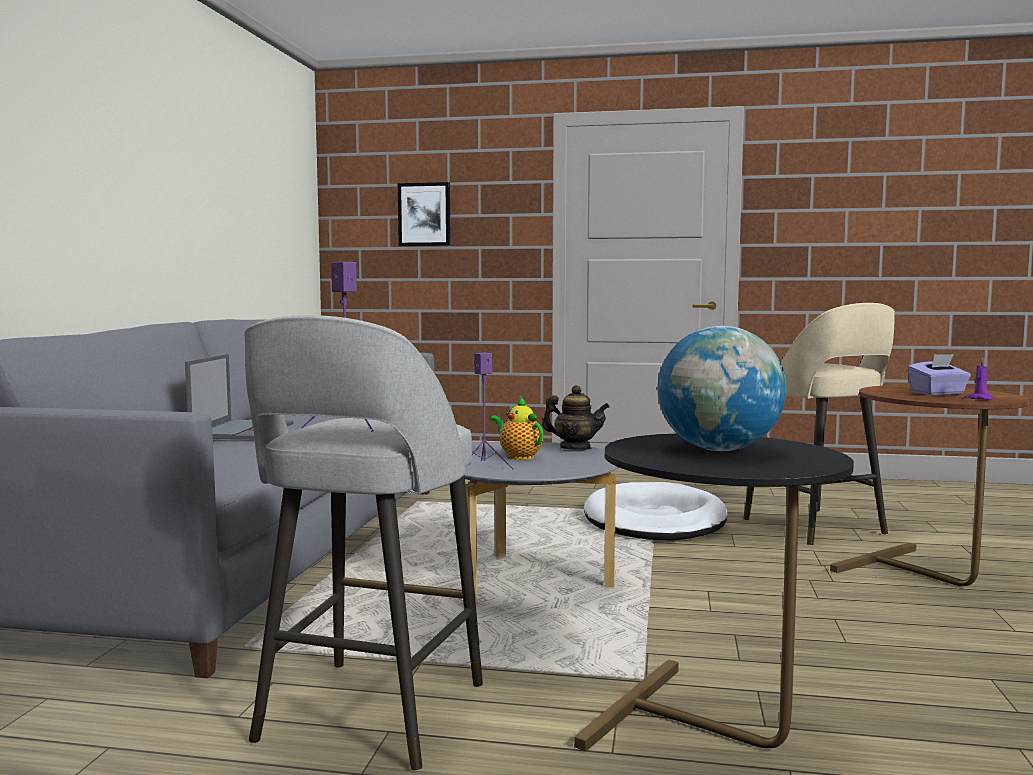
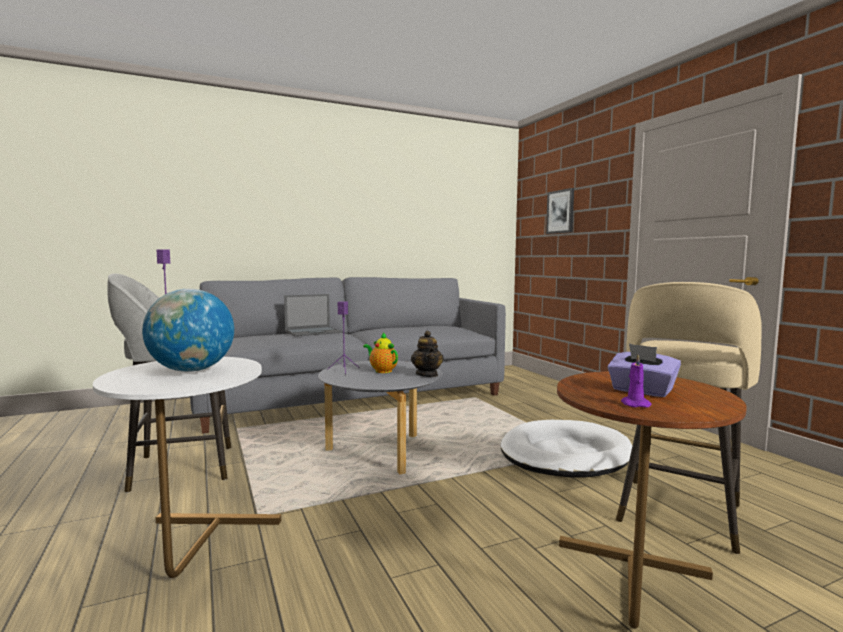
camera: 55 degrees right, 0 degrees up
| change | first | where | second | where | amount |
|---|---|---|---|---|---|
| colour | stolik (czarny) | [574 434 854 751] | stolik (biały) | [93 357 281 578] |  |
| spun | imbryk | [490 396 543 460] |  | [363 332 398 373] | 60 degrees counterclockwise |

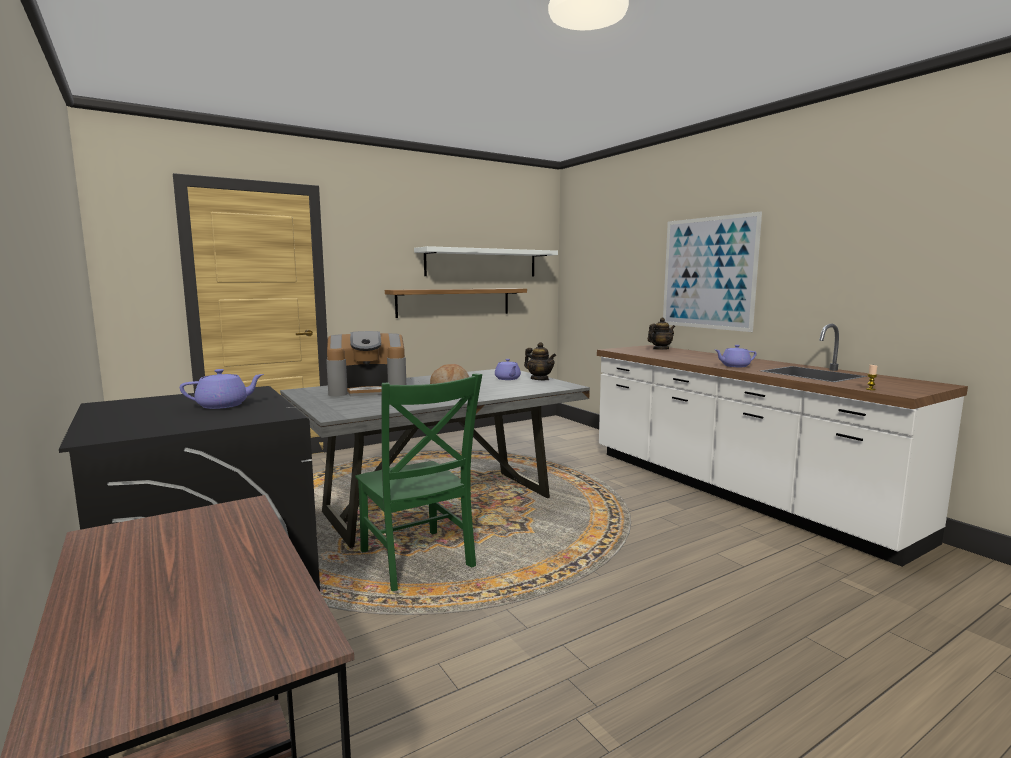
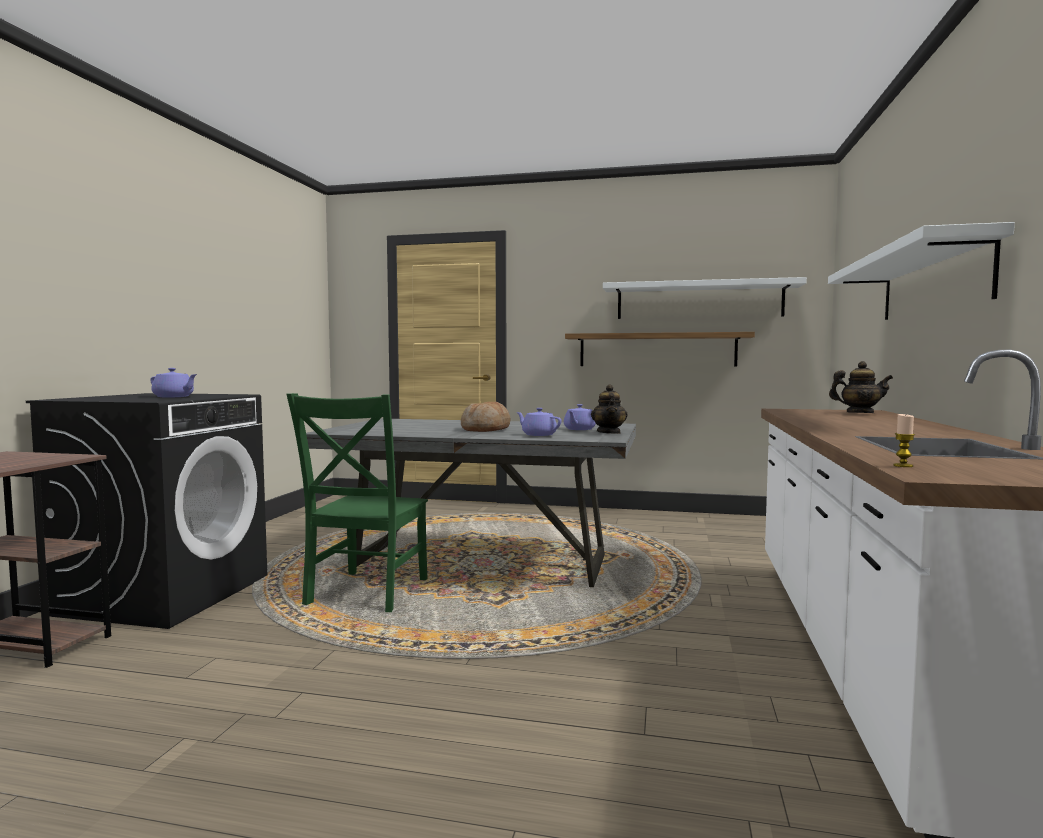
camera: 45 degrees right, 5 degrees down
| change | first | where | second | where | amount |
|---|---|---|---|---|---|
| missing | ekspres do kawy | [326 331 406 396] |  |  |  |
| relocated | imbryk (fioletowy) | [715 345 757 367] |  | [516 408 561 436] |  |
| exchanged | obraz | [663 212 762 332] | półka (biały) | [828 222 1015 320] |  |

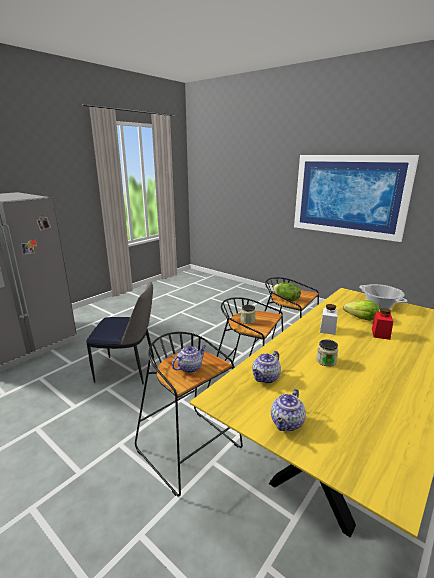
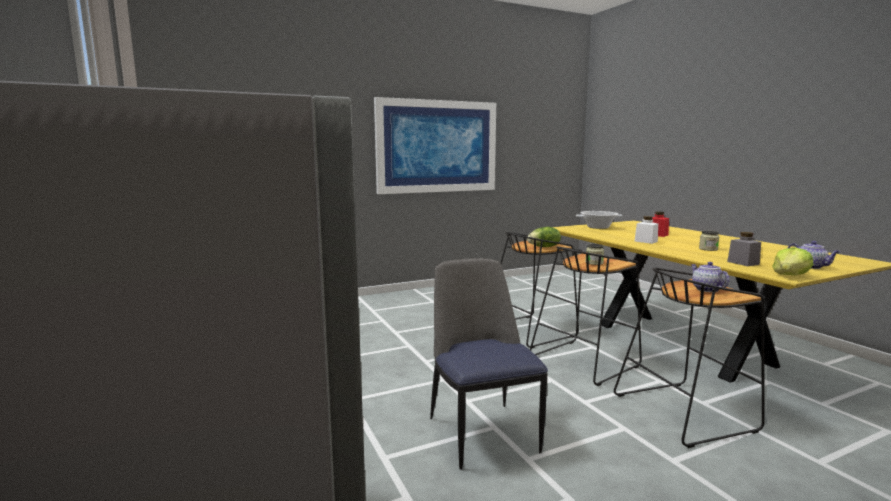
camera: 65 degrees left, 10 degrees down
| change | first | where | second | where | amount |
|---|---|---|---|---|---|
| relocated | sałata | [343 300 379 321] |  | [772 248 813 275] |  |
| exchanged | imbryk | [252 351 281 383] | słoik (szary) | [727 232 761 266] |  |
| spun | krzesło | [86 281 154 385] |  | [430 258 548 470] | 45 degrees counterclockwise |

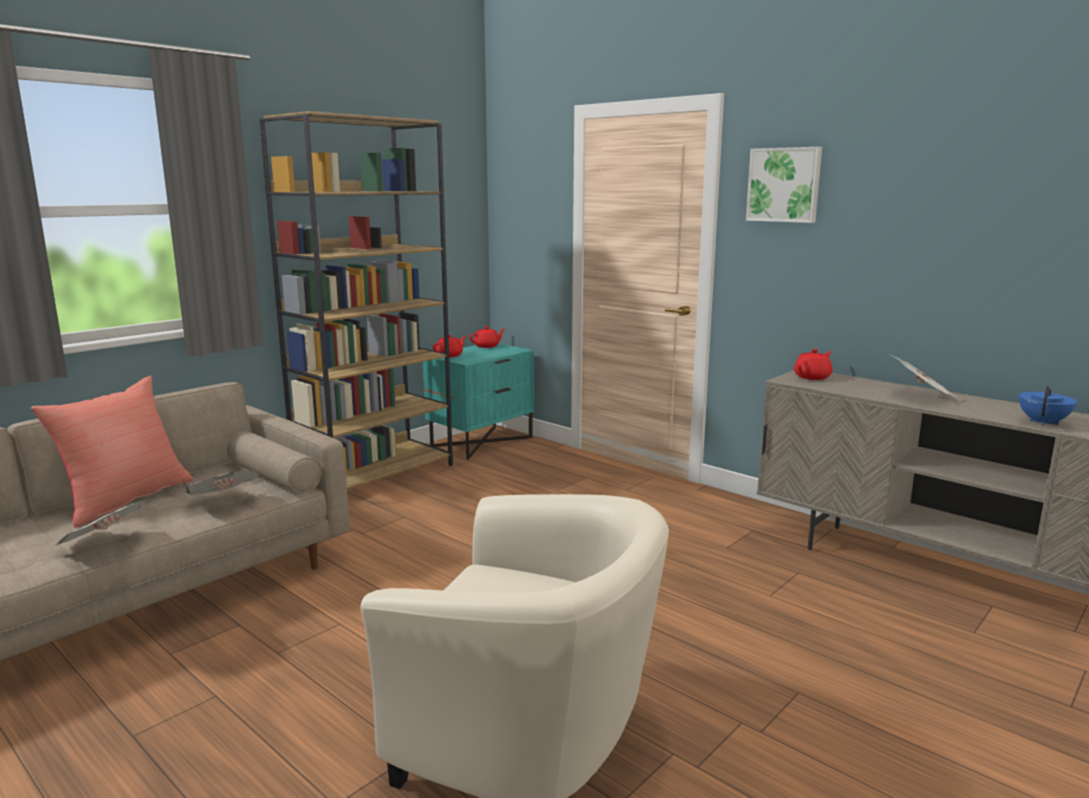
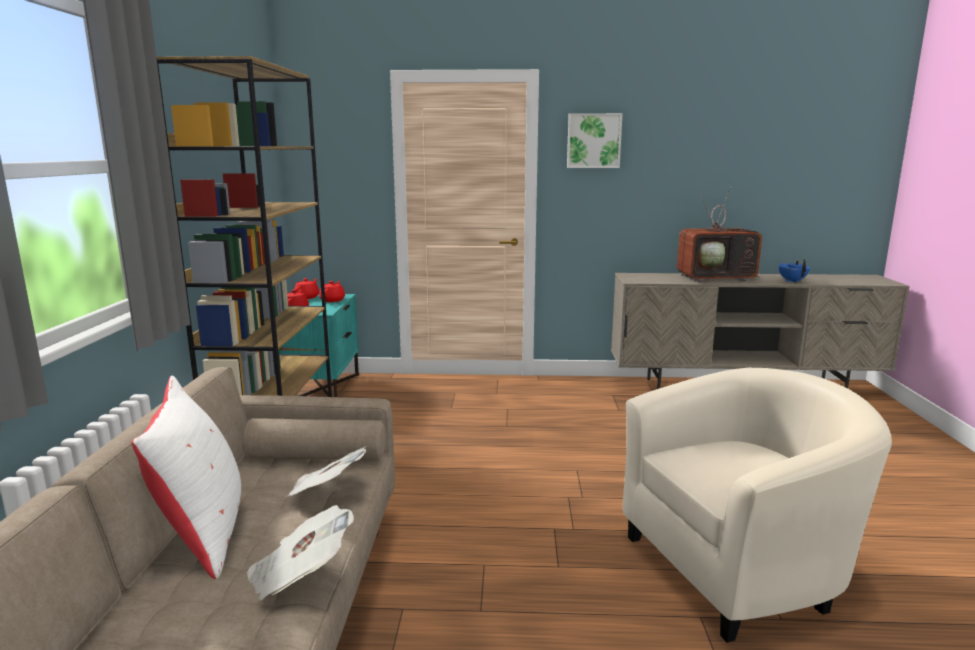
camera: 40 degrees left, 0 degrees up
| change | first | where | second | where | amount |
|---|---|---|---|---|---|
| relocated | imbryk (czerwony) | [794 349 833 380] |  | [319 281 345 302] |  |
| exchanged | gazeta | [891 355 966 402] | telewizor | [677 186 762 282] |  |
| colour | poduszka (czerwony) | [31 376 193 528] | poduszka (biały) | [131 376 241 579] |  |

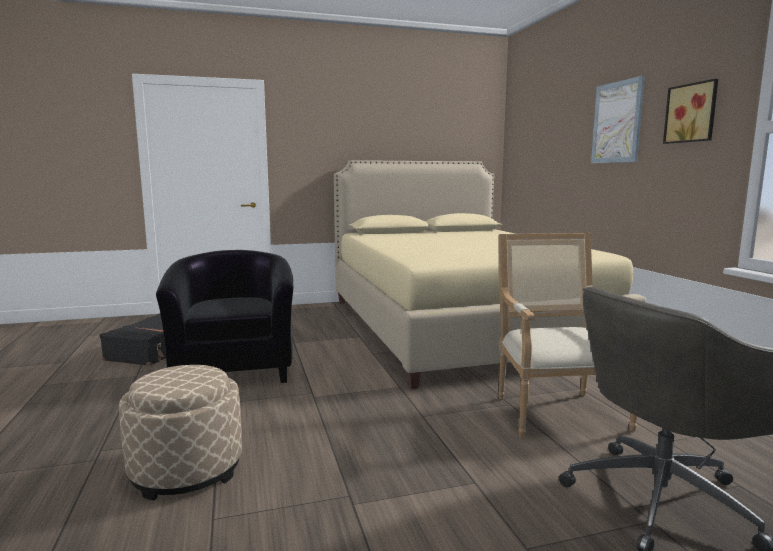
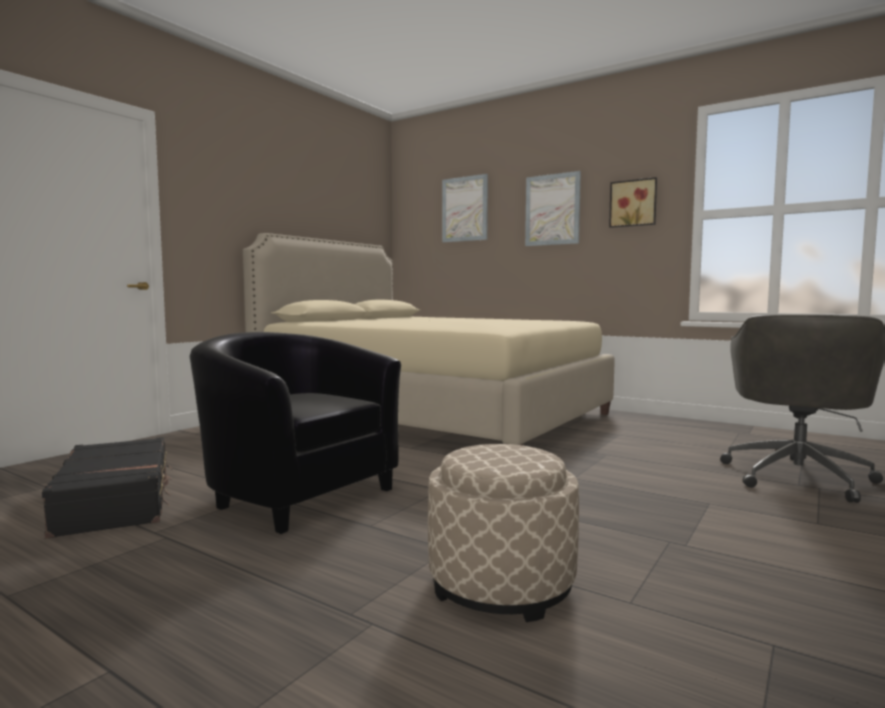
camera: 40 degrees left, 5 degrees down
| change | first | where | second | where | amount |
|---|---|---|---|---|---|
| missing | fotel | [498 233 637 438] |  |  |  |
| appeared |  |  | obraz | [442 174 488 242] |  |

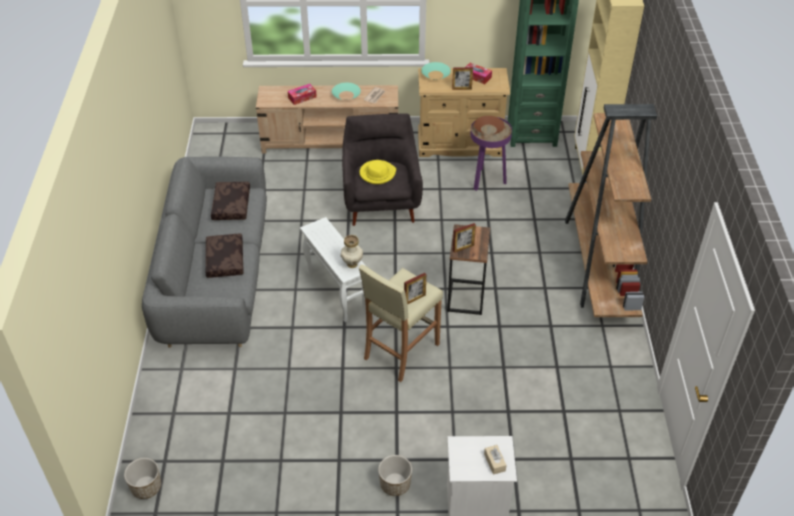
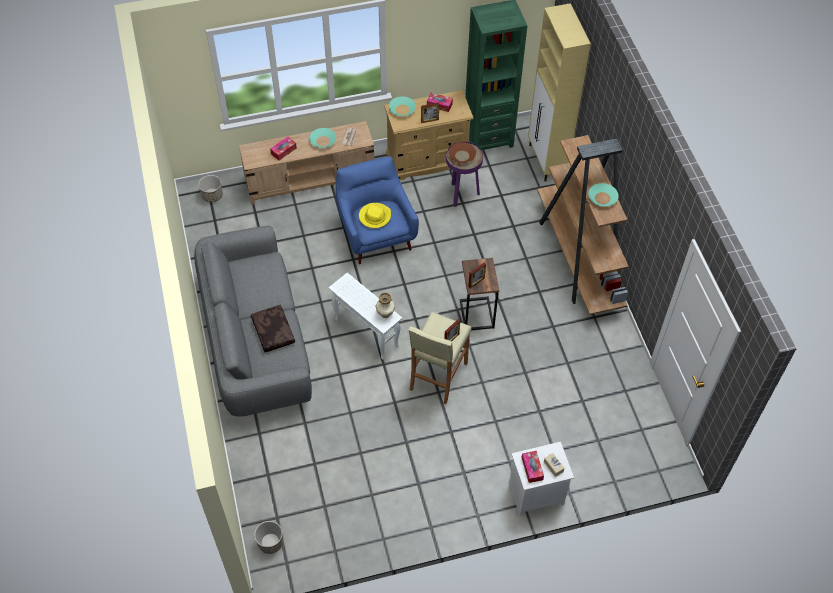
camera: 15 degrees left, 10 degrees up
| change | first | where | second | where | amount |
|---|---|---|---|---|---|
| missing | poduszka (brązowy) | [211 182 250 220] |  |  |  |
| appeared |  |  | pudełko chusteczek | [521 451 544 483] |  |
| appeared |  |  | miska (turkusowy) | [588 183 619 206] |  |
| relocated | donica | [378 455 412 496] |  | [198 175 223 202] |  |
| colour | fotel (szary) | [342 114 423 226] | fotel (niebieski) | [335 156 419 264] |  |

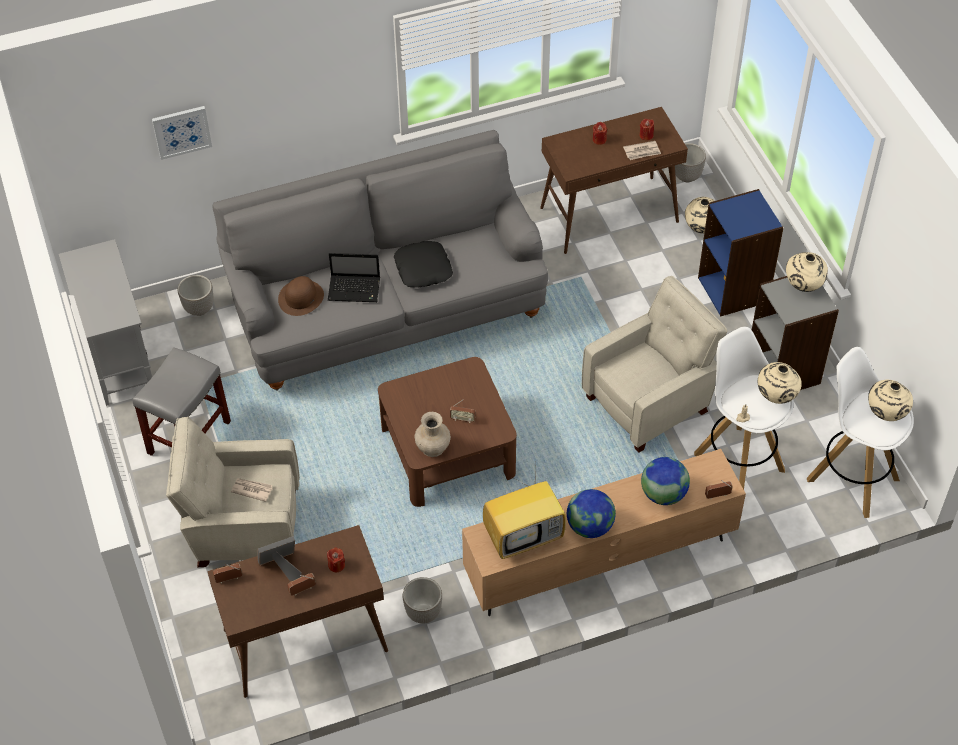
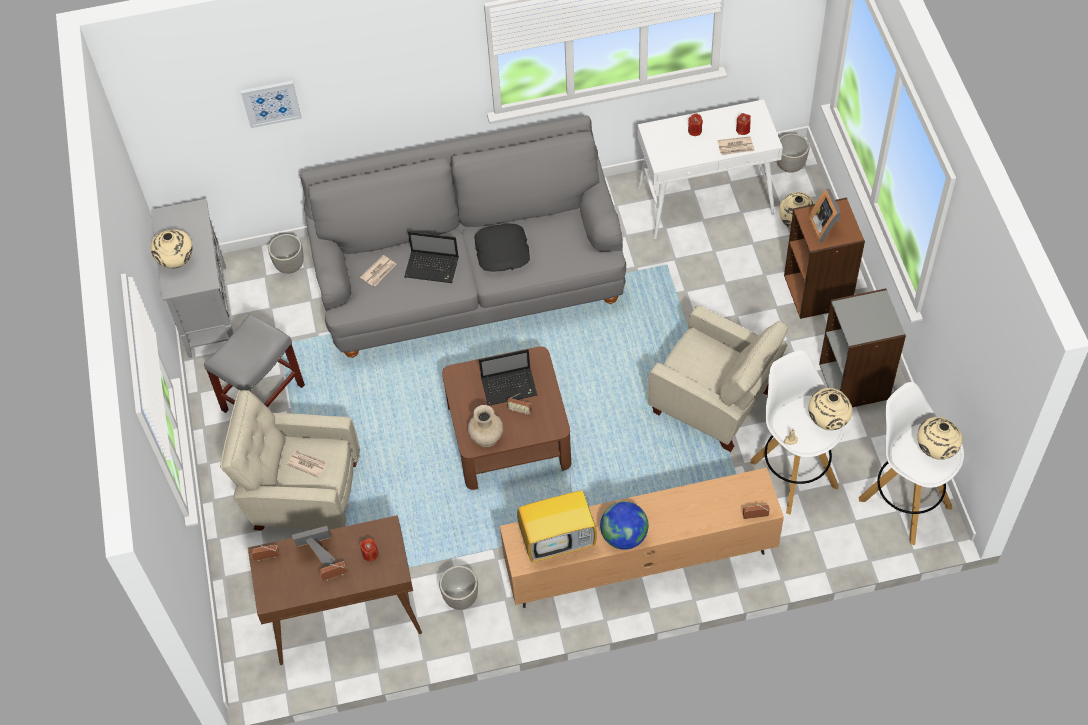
camera: 10 degrees right, 5 degrees up
| change | first | where | second | where | amount |
|---|---|---|---|---|---|
| missing | globus | [641 457 690 505] |  |  |  |
| appeared |  |  | laptop | [479 349 537 406] |  |
| appeared |  |  | ramka na zdjęcie | [808 189 841 243] |  |
| relocated | wazon (beżowy) | [786 252 828 292] |  | [150 229 193 268] |  |
| exchanged | kapelusz (brązowy) | [278 276 324 316] | gazeta | [360 255 397 286] |  |
| colour | stolik konsolowy (brązowy) | [540 107 688 254] | stolik konsolowy (biały) | [637 99 783 239] |  |
| colour | regał (niebieski) | [698 189 783 316] | regał (brązowy) | [784 197 865 319] |  |
| spun | fotel (beżowy) | [582 276 727 453] |  | [648 305 788 452] | 60 degrees clockwise |

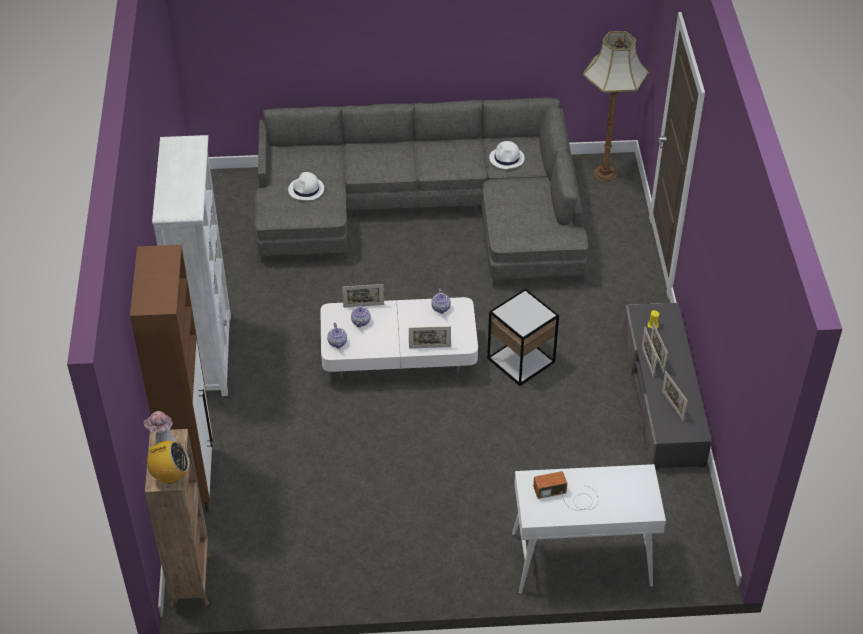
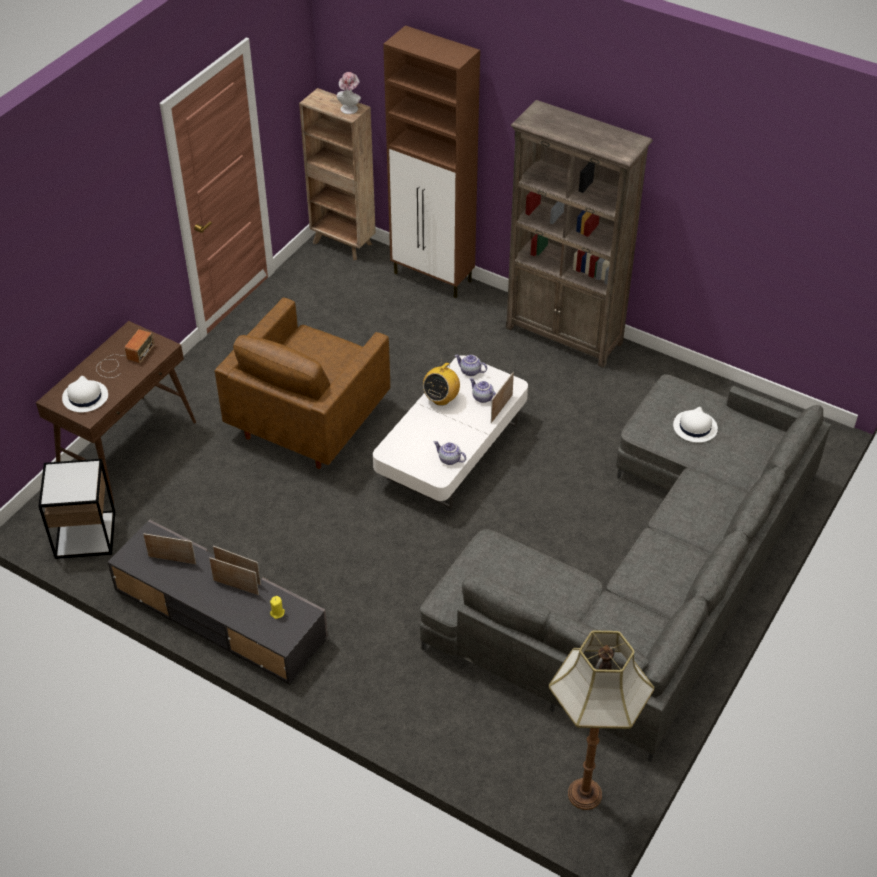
camera: 125 degrees right, 0 degrees up
| change | first | where | second | where | amount |
|---|---|---|---|---|---|
| missing | ramka na zdjęcie | [409 326 451 348] |  |  |  |
| appeared |  |  | fotel (brązowy) | [215 297 390 469] |  |
| relocated | radio | [143 441 189 484] |  | [423 363 460 406] |  |
| relocated | stolik | [487 289 559 386] |  | [38 459 115 559] |  |
| relocated | kapelusz (biały) | [489 141 525 169] |  | [62 376 108 412] |  |
| colour | regał (biały) | [152 135 231 396] | regał (brązowy) | [506 100 653 368] |  |
| colour | stolik konsolowy (biały) | [512 464 666 593] | stolik konsolowy (brązowy) | [36 321 196 504] |  |

